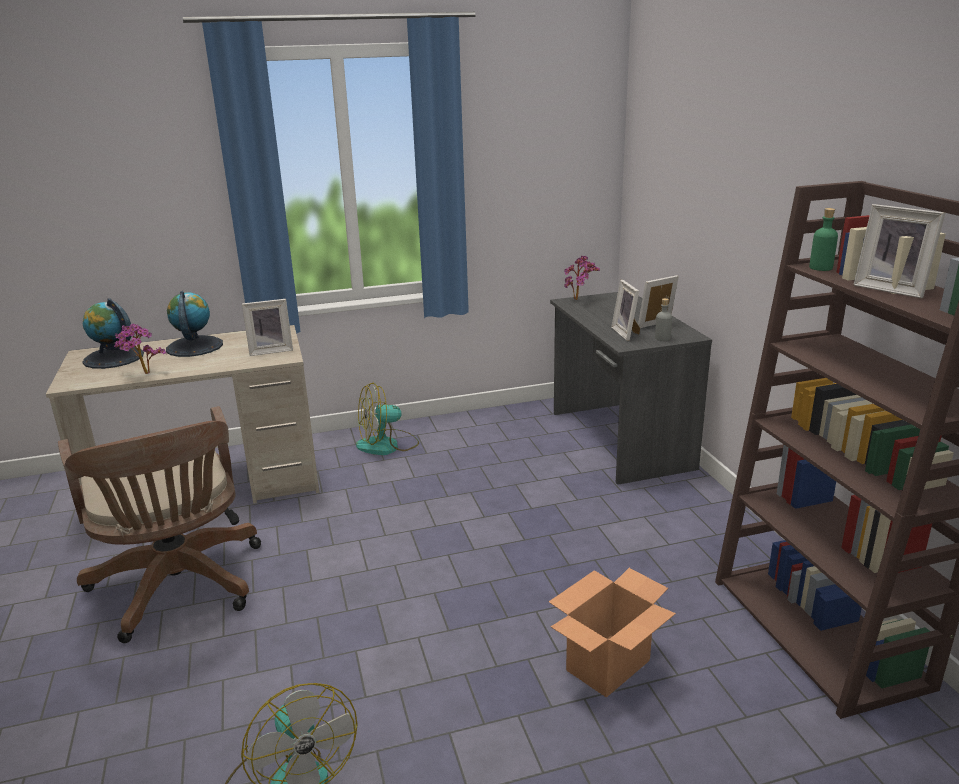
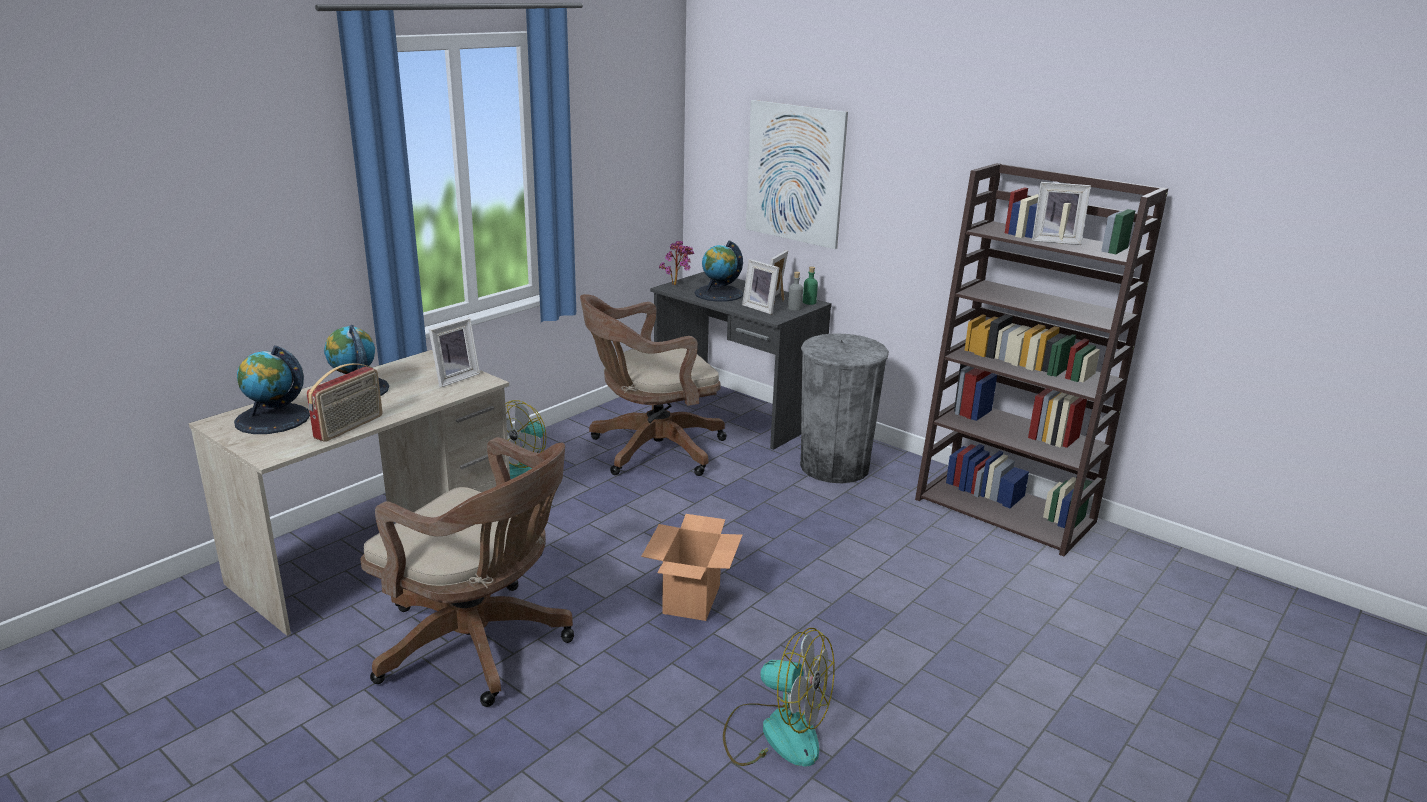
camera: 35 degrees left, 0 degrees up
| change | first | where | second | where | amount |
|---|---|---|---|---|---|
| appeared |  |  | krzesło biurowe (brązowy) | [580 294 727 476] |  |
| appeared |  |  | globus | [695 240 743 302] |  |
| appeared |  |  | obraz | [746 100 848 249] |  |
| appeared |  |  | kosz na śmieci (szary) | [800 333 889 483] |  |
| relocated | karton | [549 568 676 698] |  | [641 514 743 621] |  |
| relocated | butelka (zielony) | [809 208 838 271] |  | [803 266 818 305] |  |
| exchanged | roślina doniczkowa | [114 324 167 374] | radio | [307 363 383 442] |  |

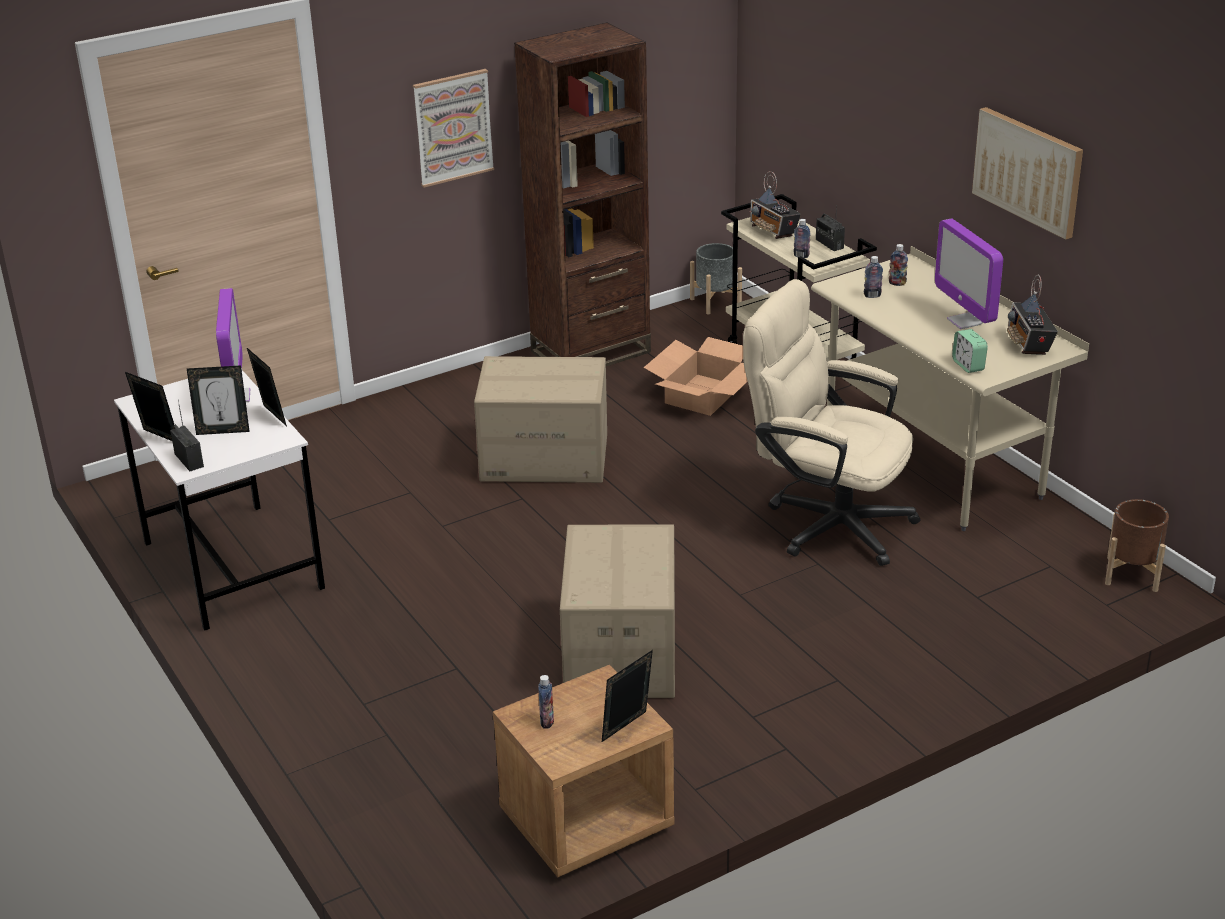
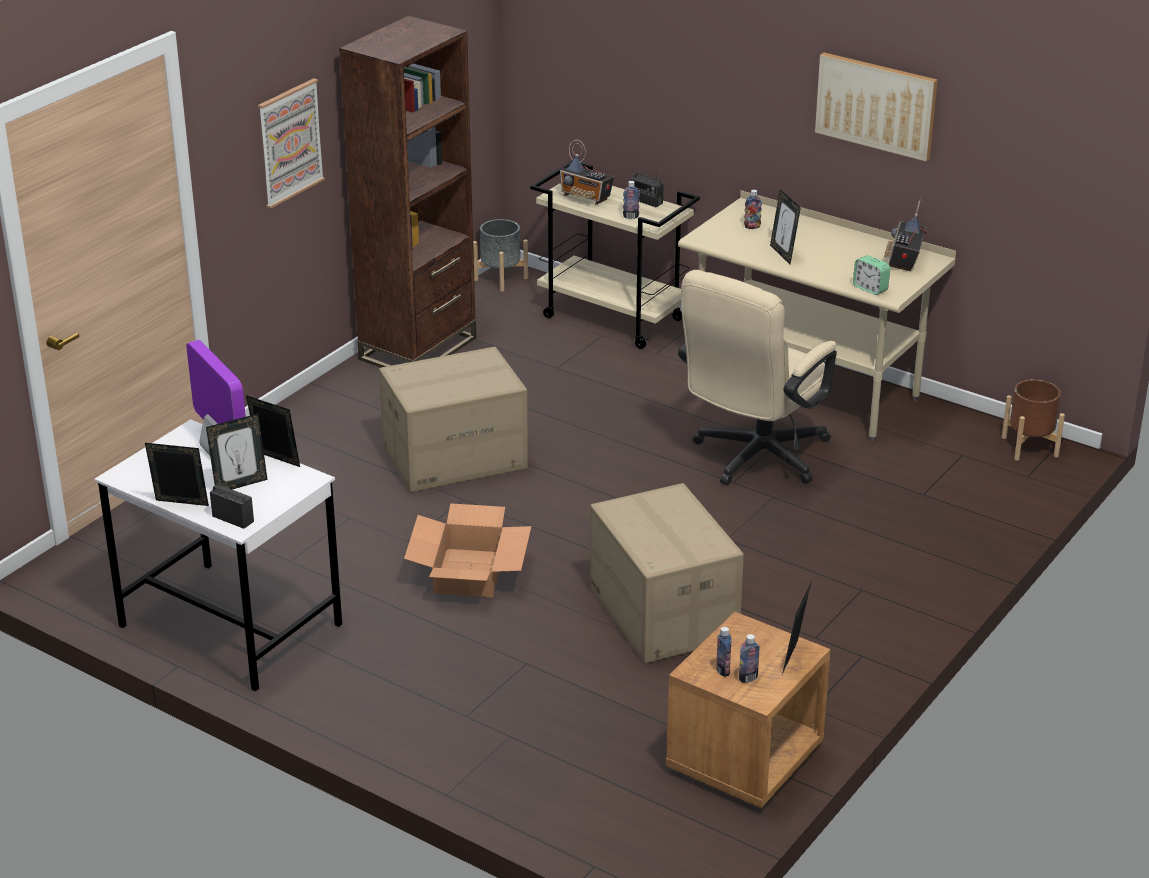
camera: 25 degrees left, 0 degrees up
| change | first | where | second | where | amount |
|---|---|---|---|---|---|
| missing | monitor | [935 218 1003 329] |  |  |  |
| appeared |  |  | ramka na zdjęcie | [770 189 801 264] |  |
| relocated | karton | [644 337 748 416] |  | [404 503 531 597] |  |
| relocated | butelka | [864 256 883 298] |  | [739 634 760 683] |  |
| spun | krzesło biurowe (beżowy) | [743 279 920 566] |  | [678 270 837 485] | 60 degrees counterclockwise |
| spun | radio | [1007 275 1058 355] |  | [884 199 927 271] | 45 degrees clockwise |

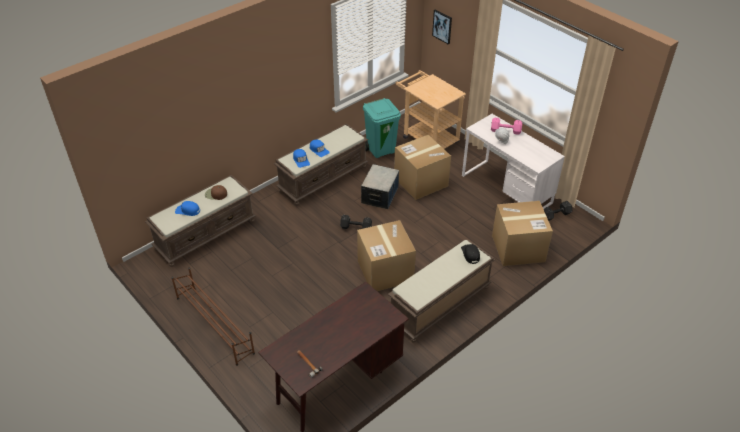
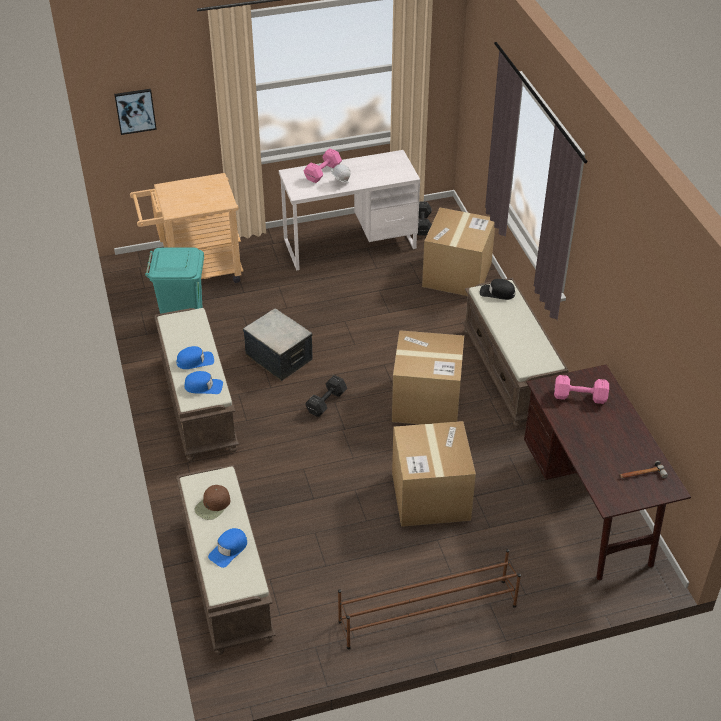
camera: 65 degrees left, 0 degrees up
| change | first | where | second | where | amount |
|---|---|---|---|---|---|
| appeared |  |  | hantel (różowy) | [554 375 609 404] |  |
| relocated | karton | [394 135 451 200] |  | [392 421 476 527] |  |

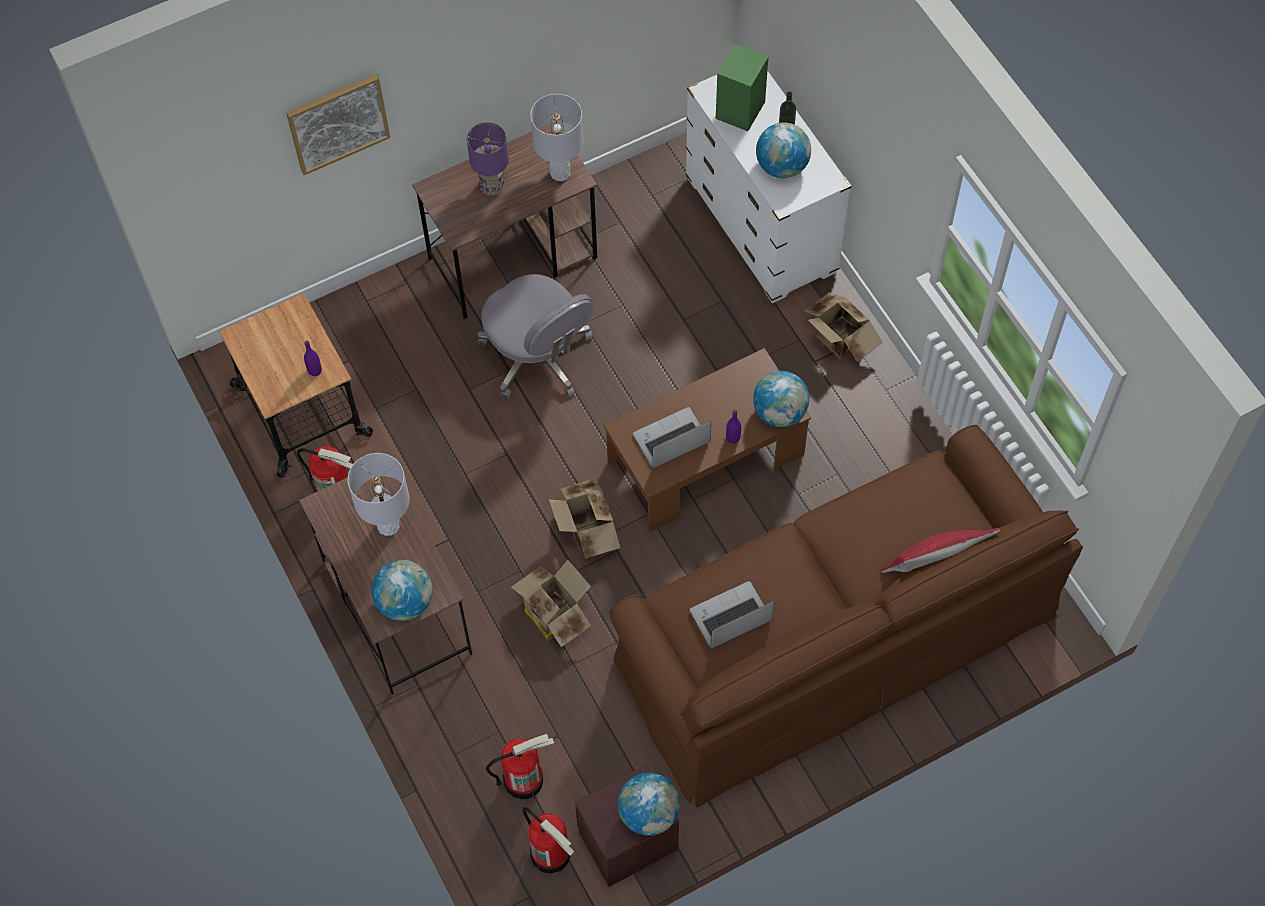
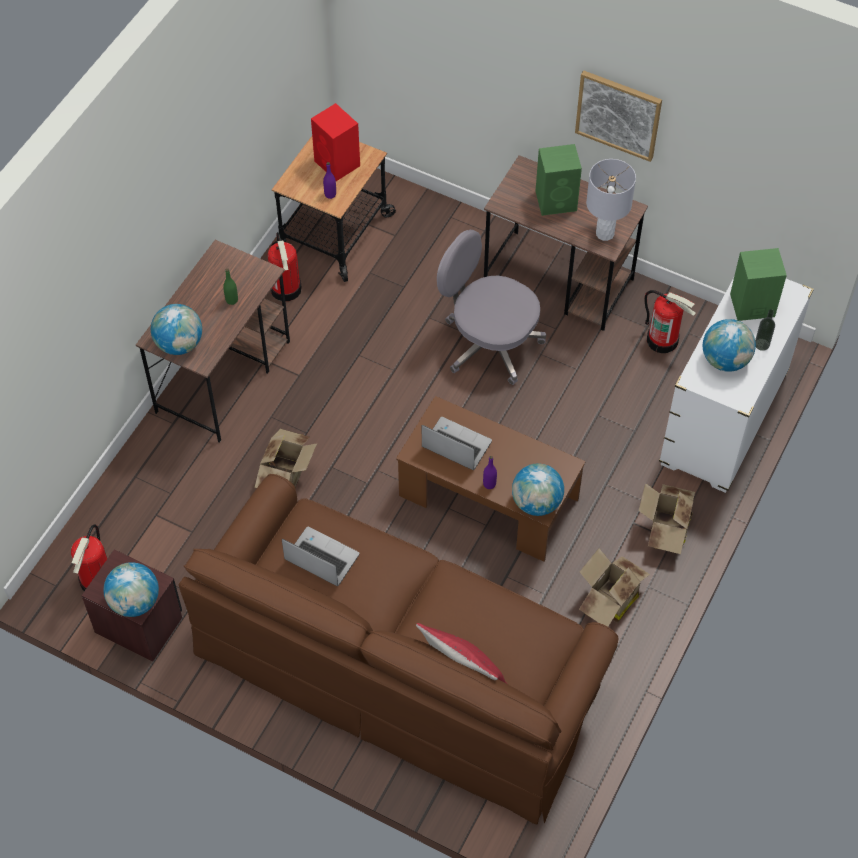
camera: 55 degrees right, 5 degrees down
| change | first | where | second | where | amount |
|---|---|---|---|---|---|
| appeared |  |  | głośnik (czerwony) | [311 103 360 181] |  |
| relocated | obraz | [286 74 390 175] |  | [575 71 662 162] |  |
| relocated | gaśnica | [486 734 554 799] |  | [644 290 696 353] |  |
| relocated | karton | [549 479 620 559] |  | [579 548 650 627] |  |
| exchanged | lampa stołowa (szary) | [347 453 410 536] | butelka (zielony) | [223 268 238 305] |  |
| exchanged | lampa stołowa (fioletowy) | [467 122 508 195] | głośnik (zielony) | [535 144 582 216] |  |
| spun | krzesło biurowe (szary) | [477 274 593 399] |  | [437 230 546 385] | 105 degrees clockwise |

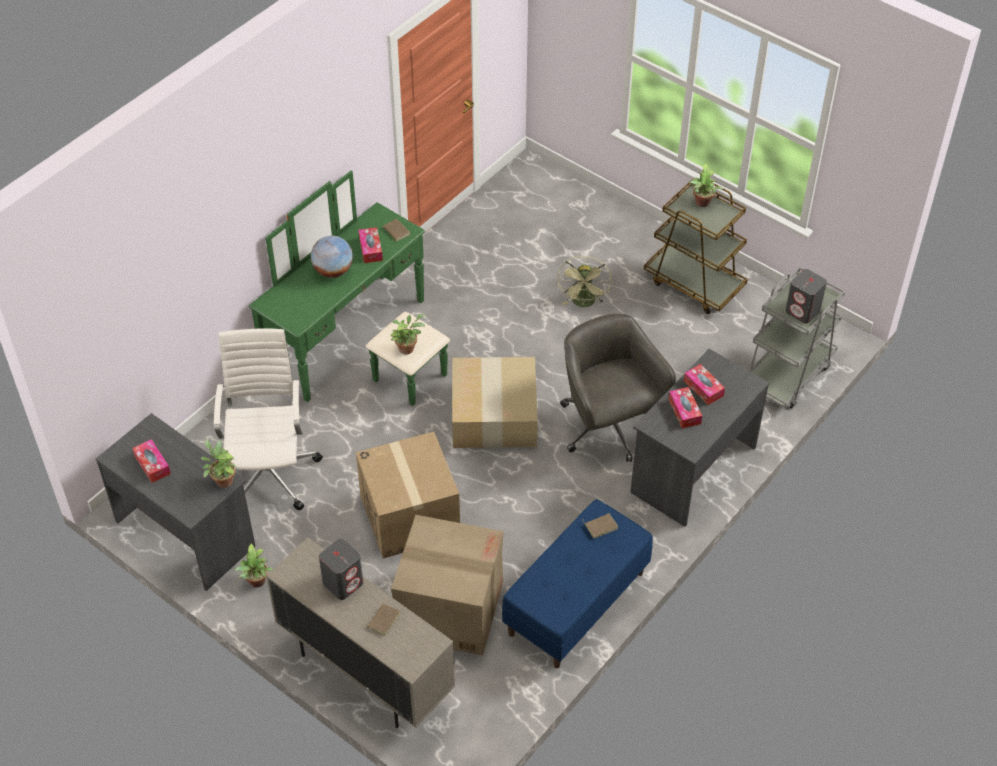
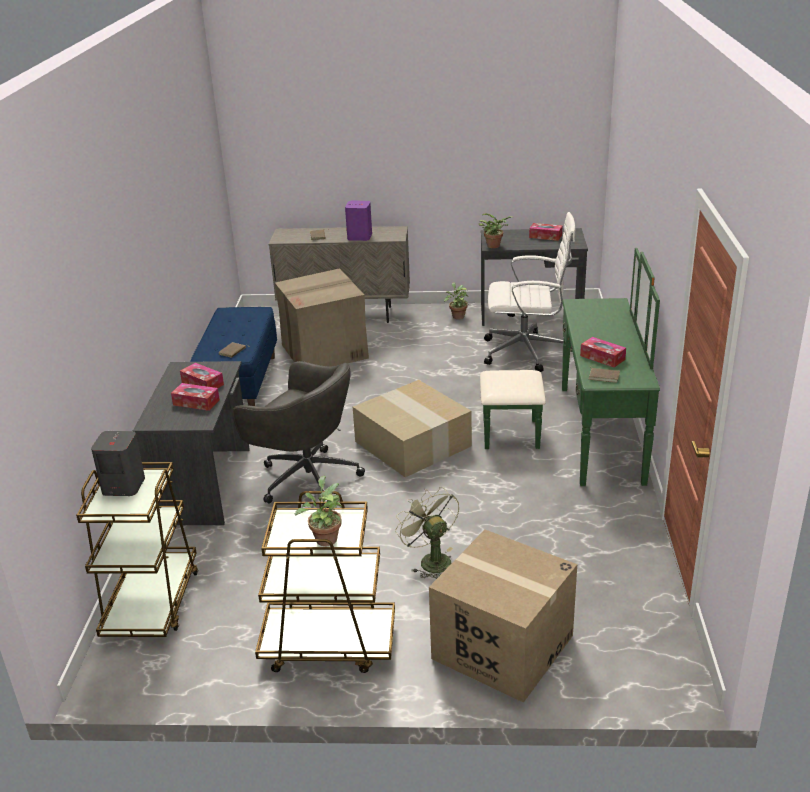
camera: 145 degrees right, 20 degrees down
| change | first | where | second | where | amount |
|---|---|---|---|---|---|
| missing | globus | [311 235 353 278] |  |  |  |
| missing | roślina doniczkowa | [390 314 426 355] |  |  |  |
| relocated | karton | [356 432 460 558] |  | [429 530 577 703] |  |
| colour | głośnik (szary) | [319 539 363 600] | głośnik (fioletowy) | [345 201 372 241] |  |
| colour | wózek (szary) | [748 267 845 409] | wózek (brązowy) | [76 462 199 637] |  |
| spun | krzesło biurowe (biały) | [214 328 323 511] |  | [484 212 575 372] | 45 degrees counterclockwise |

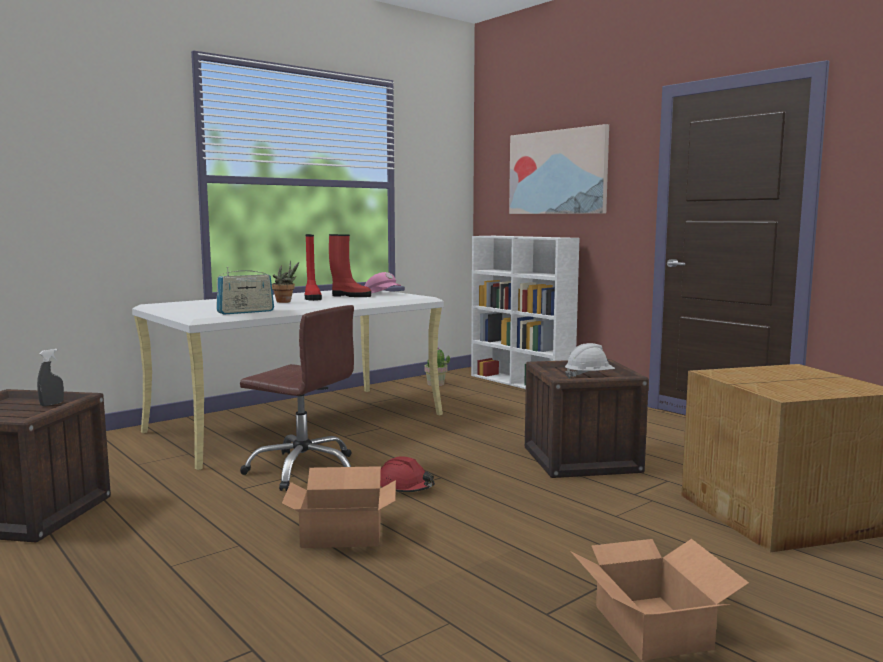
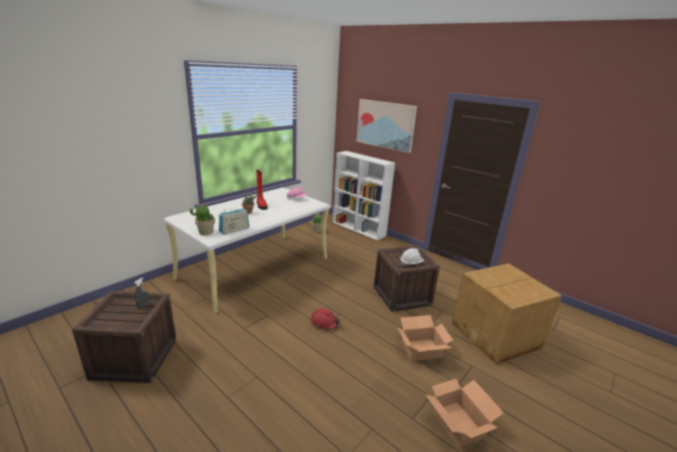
camera: 10 degrees left, 15 degrees up
| change | first | where | second | where | amount |
|---|---|---|---|---|---|
| missing | krzesło biurowe (brązowy) | [240 305 354 491] |  |  |  |
| missing | but z cholewką (czerwony) | [329 234 371 297] |  |  |  |
| appeared |  |  | roślina doniczkowa | [190 203 215 235] |  |
| relocated | karton | [282 466 396 548] |  | [398 315 453 361] |  |

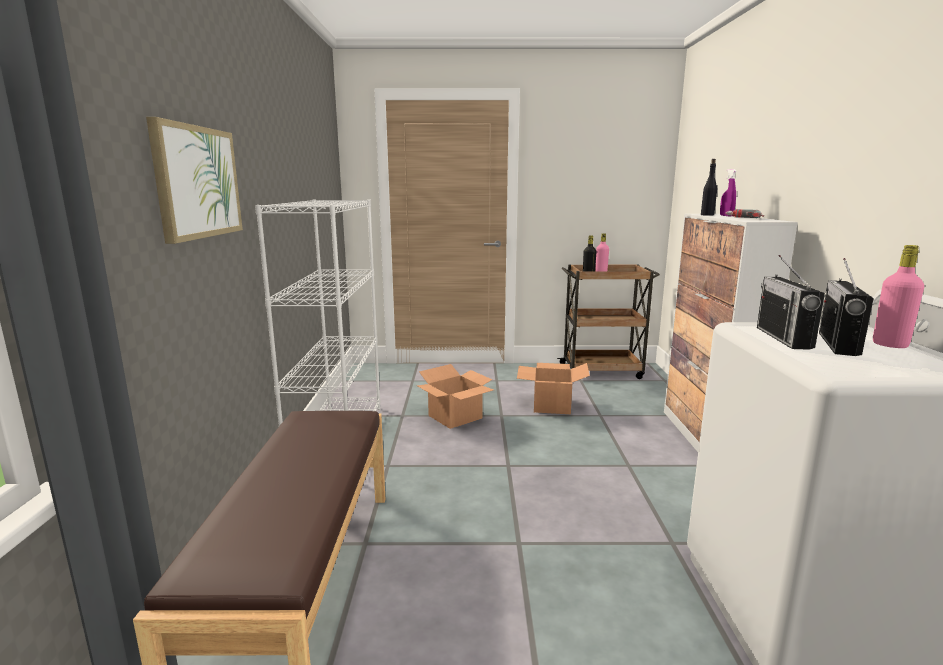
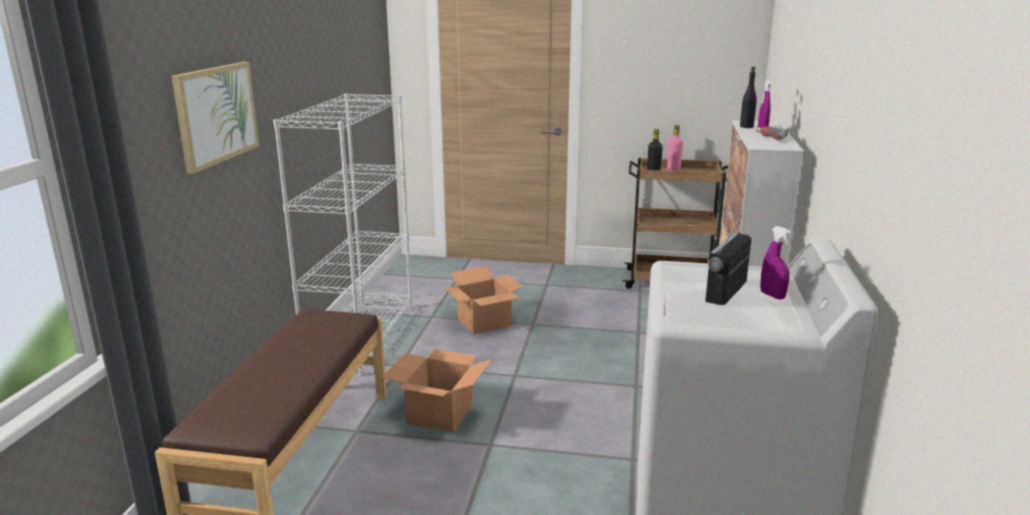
camera: 10 degrees right, 5 degrees up
| change | first | where | second | where | amount |
|---|---|---|---|---|---|
| missing | radio | [757 255 825 349] |  |  |  |
| relocated | karton | [517 363 590 414] |  | [382 349 492 433] |  |
| exchanged | butelka (różowy) | [873 245 924 348] | spryskiwacz (fioletowy) | [760 226 792 300] |  |

